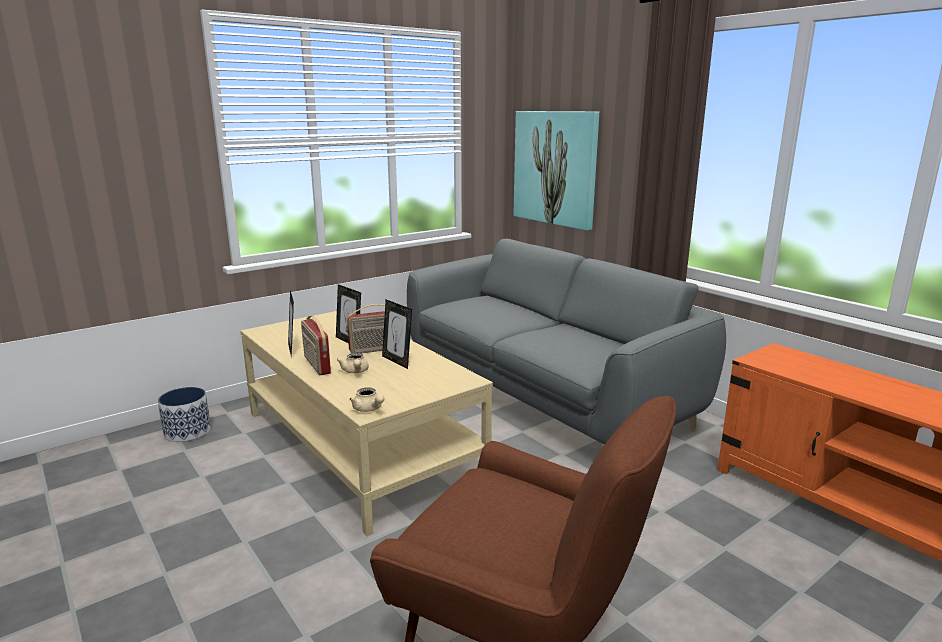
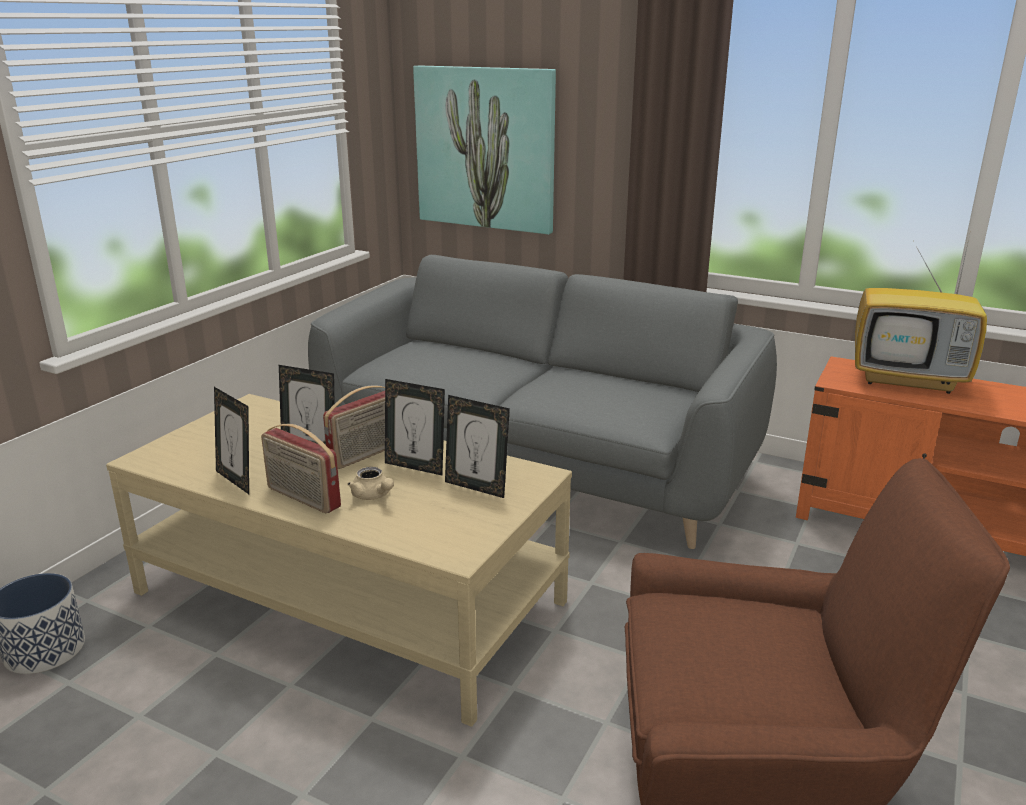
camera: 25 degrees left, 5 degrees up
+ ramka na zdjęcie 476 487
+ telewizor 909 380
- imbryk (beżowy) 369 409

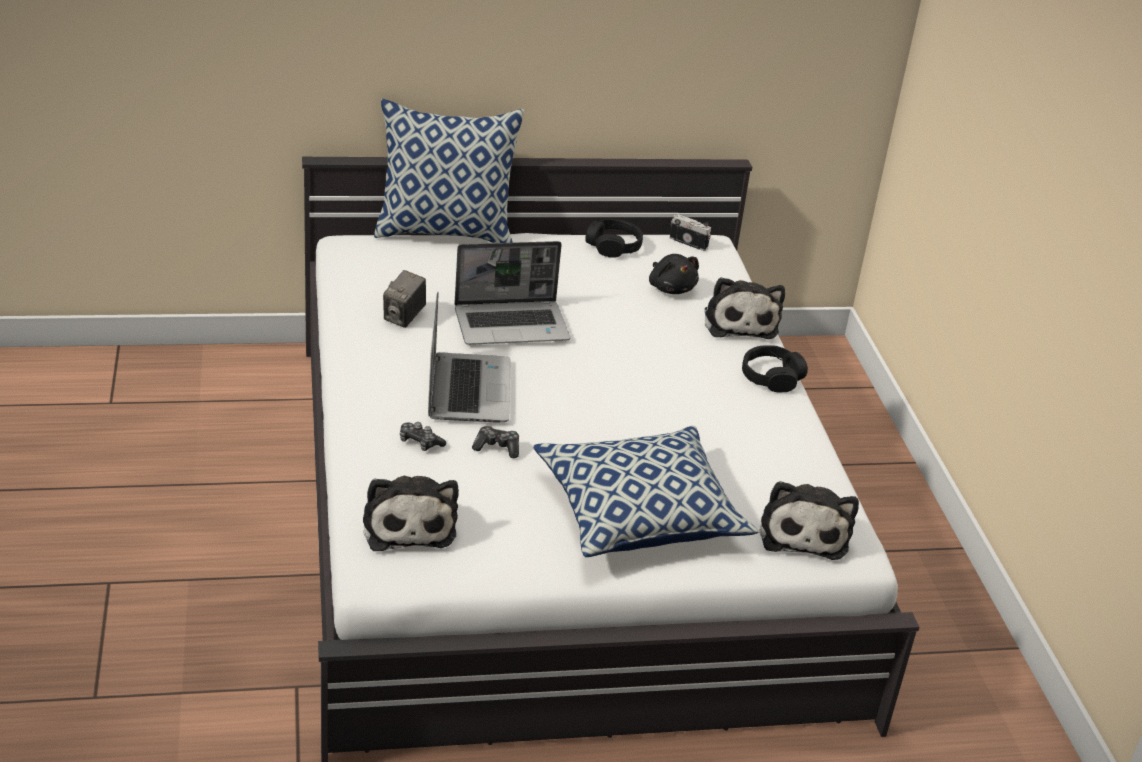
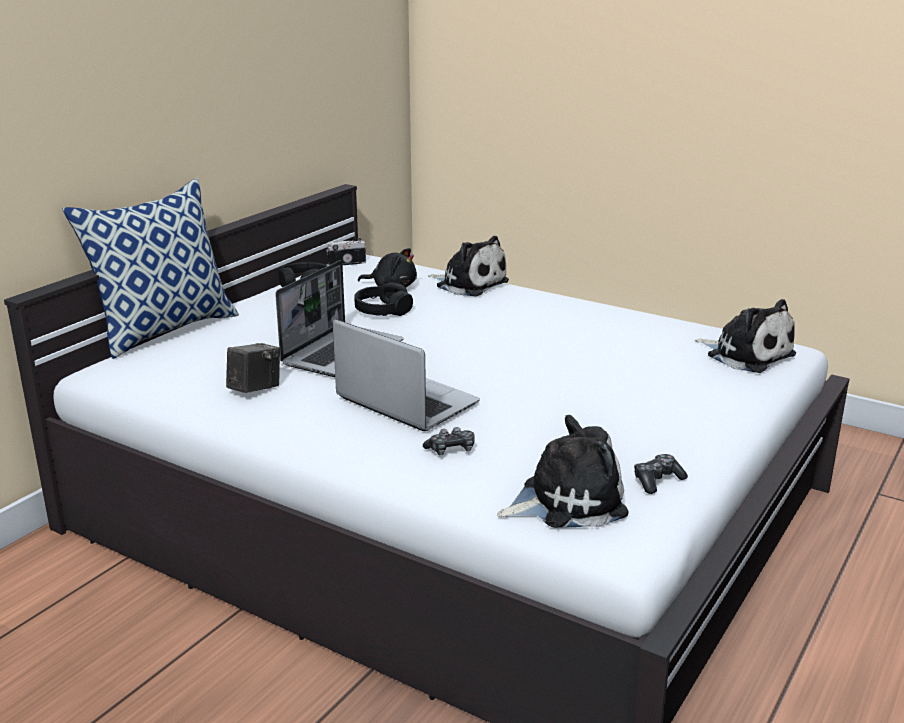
camera: 45 degrees left, 10 degrees down
~ aparat fotograficzny 404 317 = 255 390 120 degrees counterclockwise
~ słuchawki (czarny) 771 377 to 383 310
~ pluszak 408 524 = 566 501 45 degrees counterclockwise
~ pad do gier 497 447 to 657 480
- poduszka 639 513

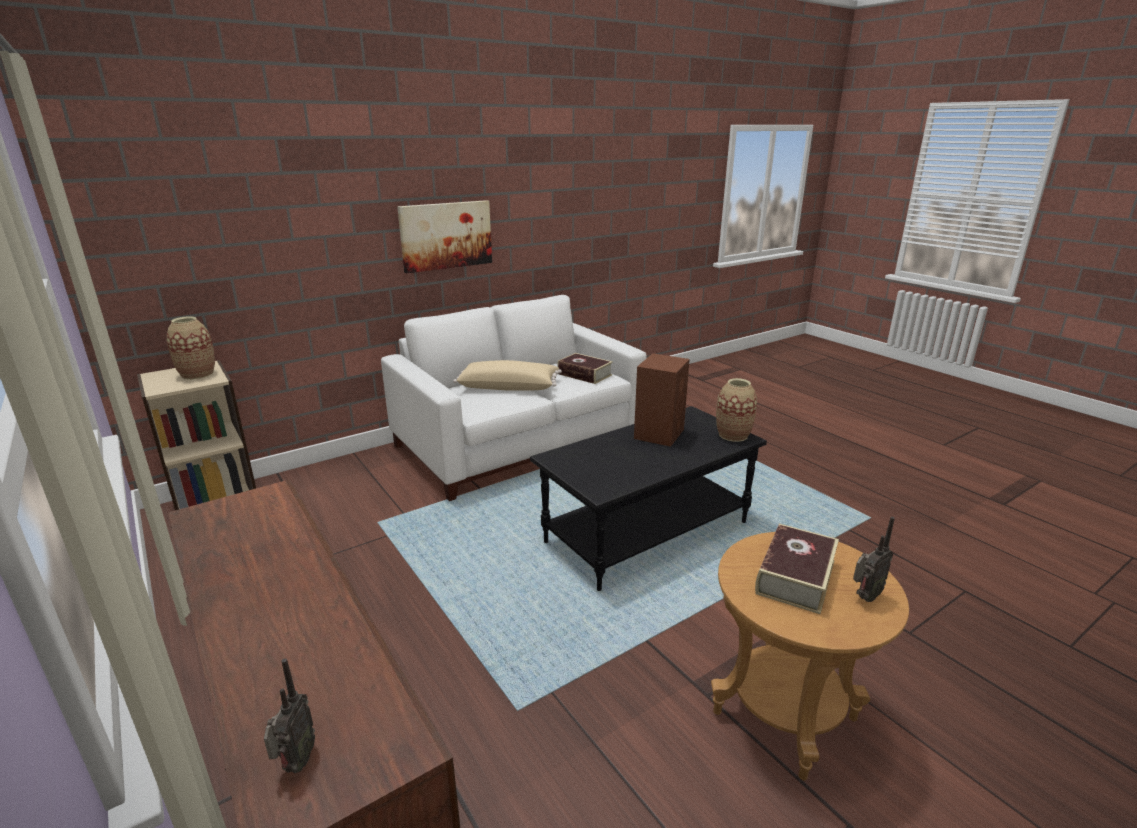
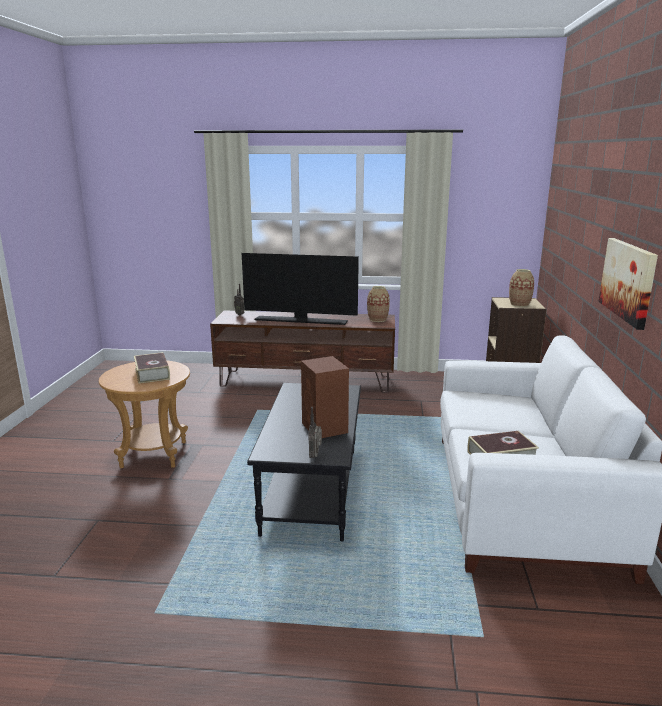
camera: 130 degrees right, 5 degrees down
+ telewizor 301 321
~ radio 864 597 to 315 456
~ wazon 733 435 to 377 319
- poduszka (beżowy) 509 387

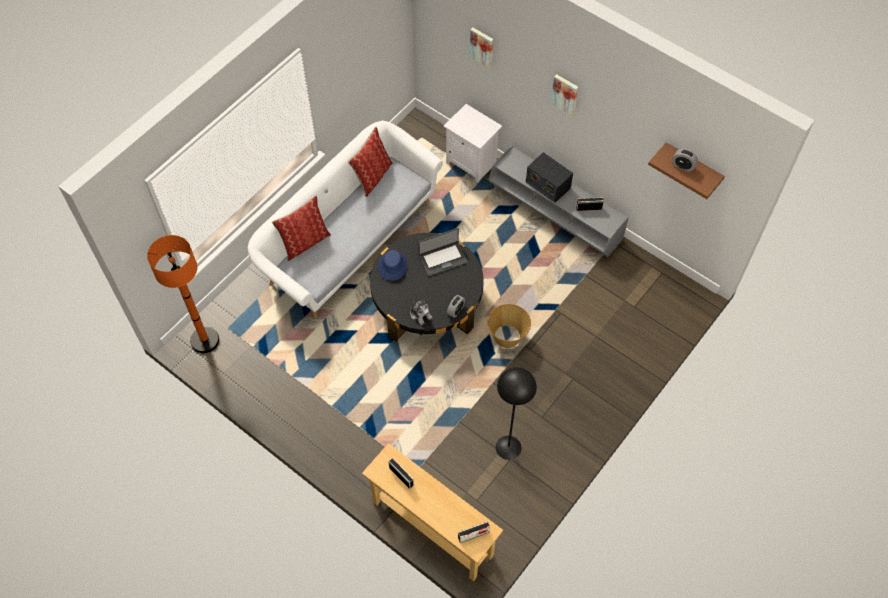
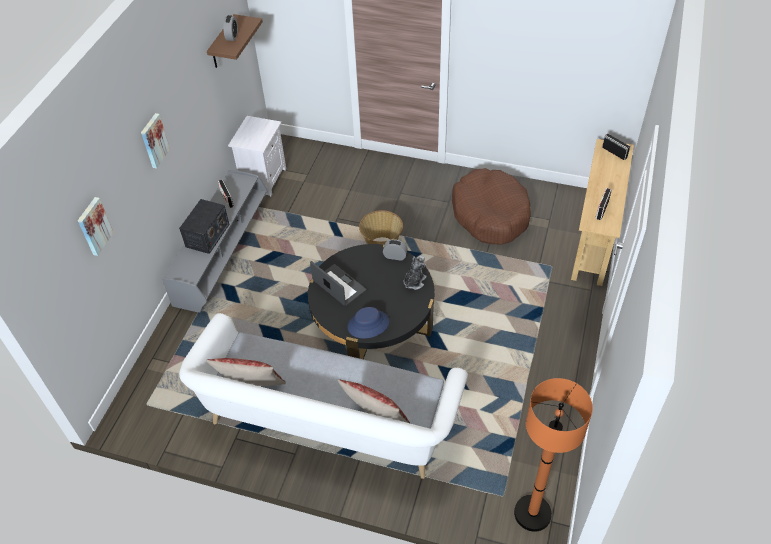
camera: 110 degrees left, 10 degrees down
~ szafka nocna (biały) 472 162 to 263 179
~ lampa stojąca (czarny) 508 447 to legowisko (brązowy) 490 214

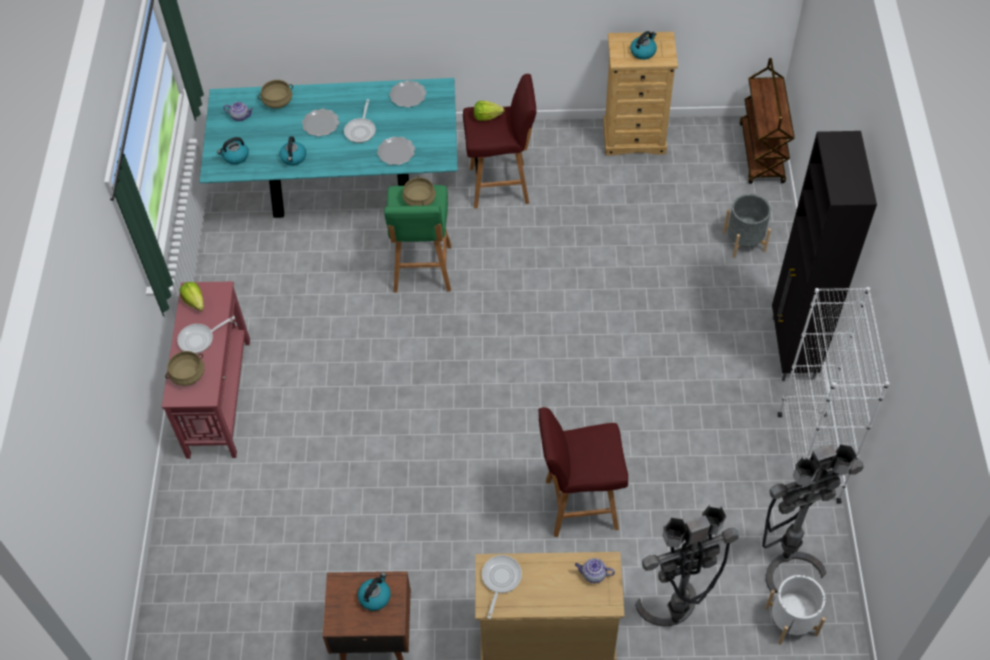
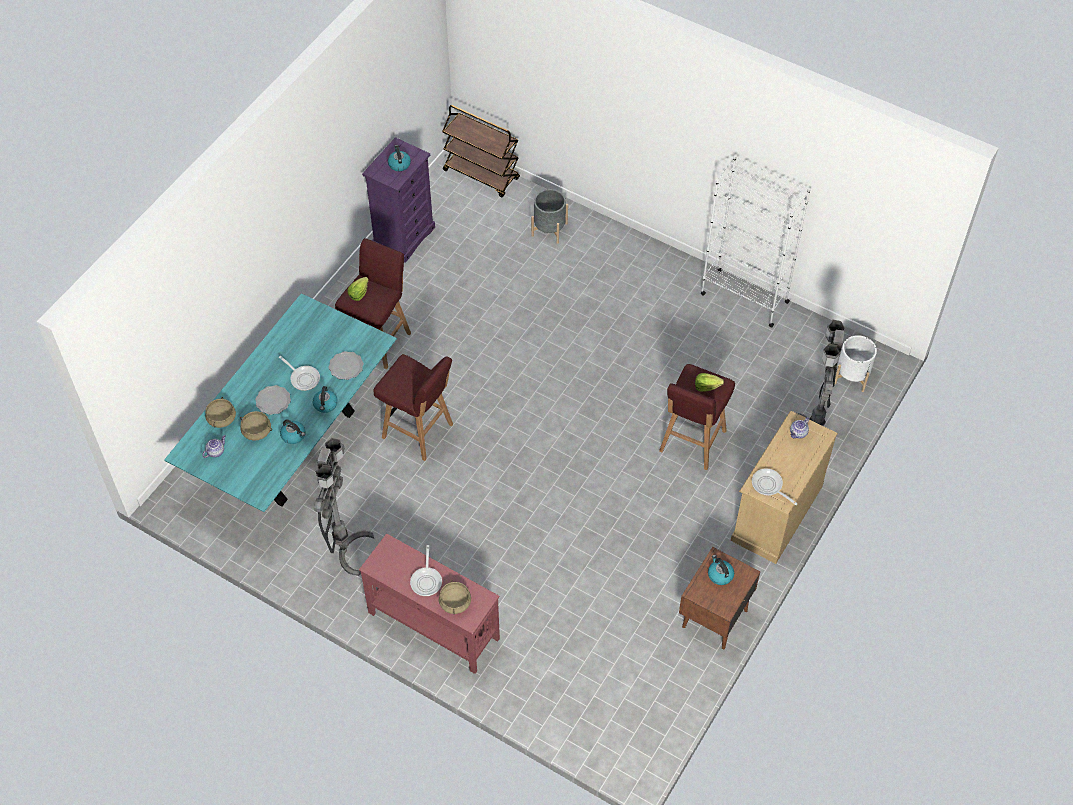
camera: 60 degrees left, 0 degrees up
~ garnek (beżowy) 420 200 to 257 431
~ czajnik 235 157 to 325 405
~ lampa stojąca (szary) 787 561 to 346 550
~ komoda (beżowy) 634 138 to komoda (fioletowy) 403 236
~ stołek (zielony) 422 270 to stołek (czerwony) 419 432
~ sałata 195 301 to 706 387
- talerz 407 95
- szafka (czarny) 792 349

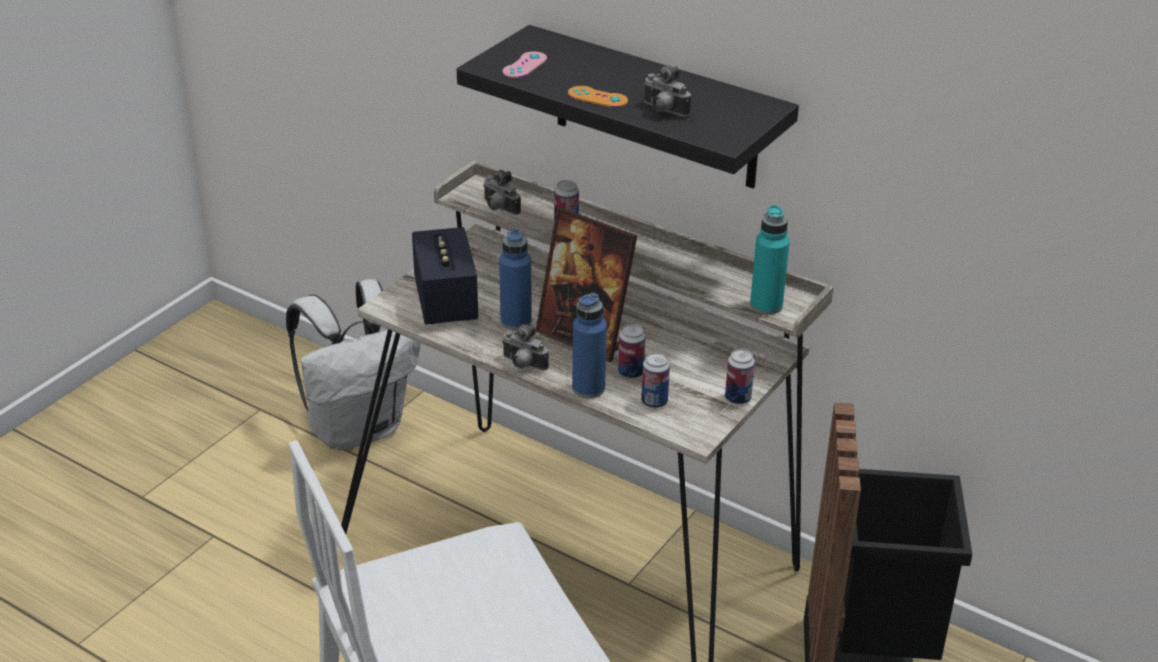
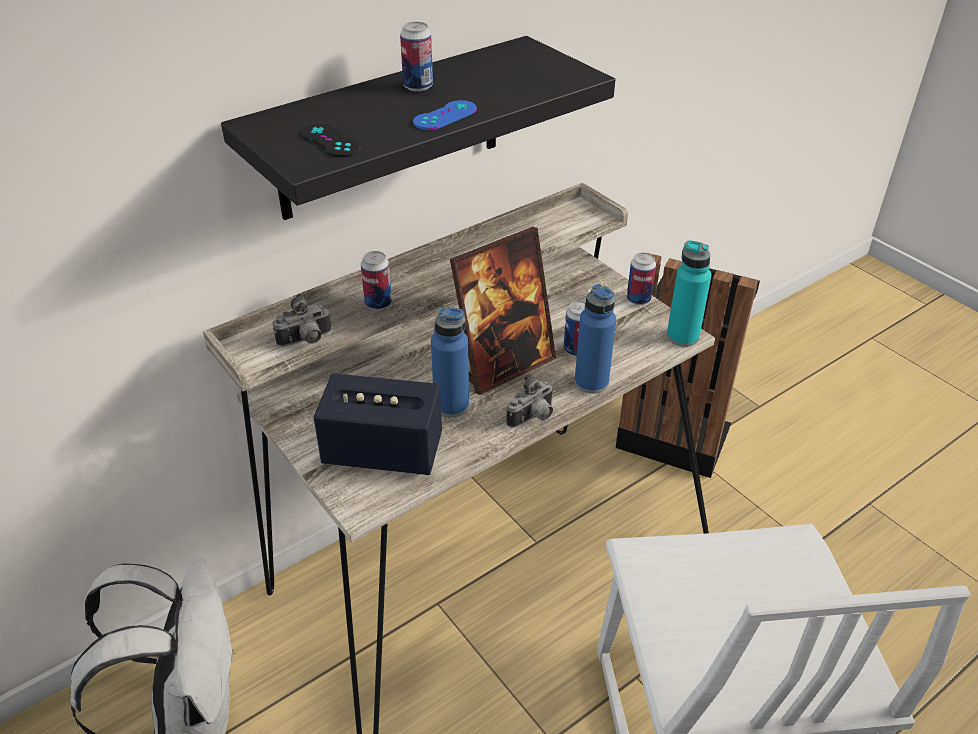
camera: 70 degrees left, 5 degrees up
~ pad do gier (różowy) 524 65 to pad do gier (czarny) 330 141
~ puszka 654 402 to 418 86
~ pad do gier (pomarańczowy) 597 97 to pad do gier (niebieski) 445 116
~ butelka (turkusowy) 766 306 to 682 337
- aparat fotograficzny 663 111

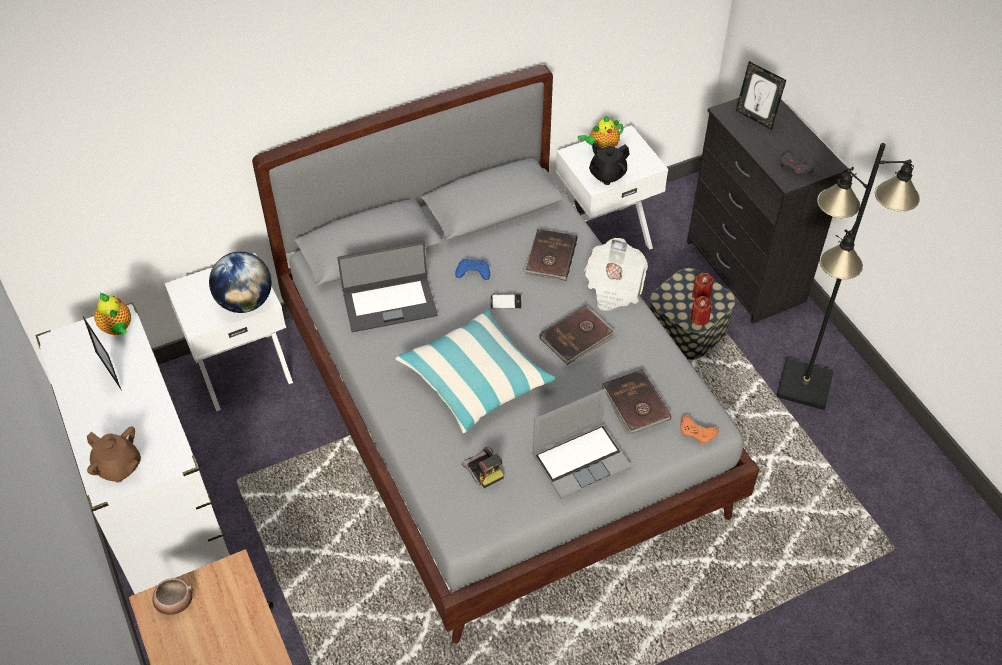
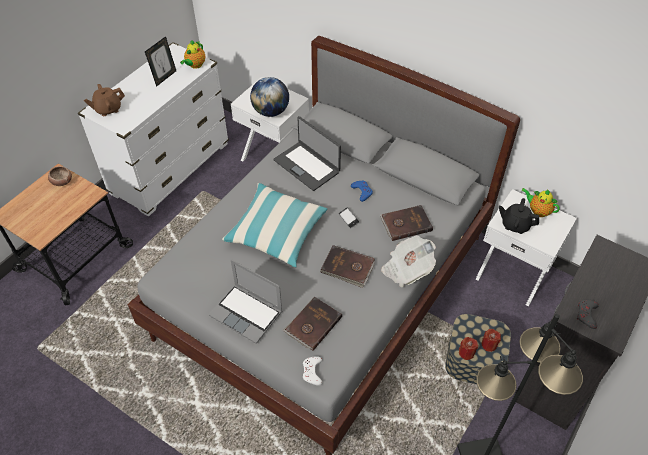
camera: 60 degrees right, 0 degrees up
~ imbryk (brązowy) 119 467 = 108 109 60 degrees clockwise
~ pad do gier (pomarańczowy) 697 432 to pad do gier (biały) 312 372
- aparat fotograficzny 483 468
- ramka na zdjęcie 755 118

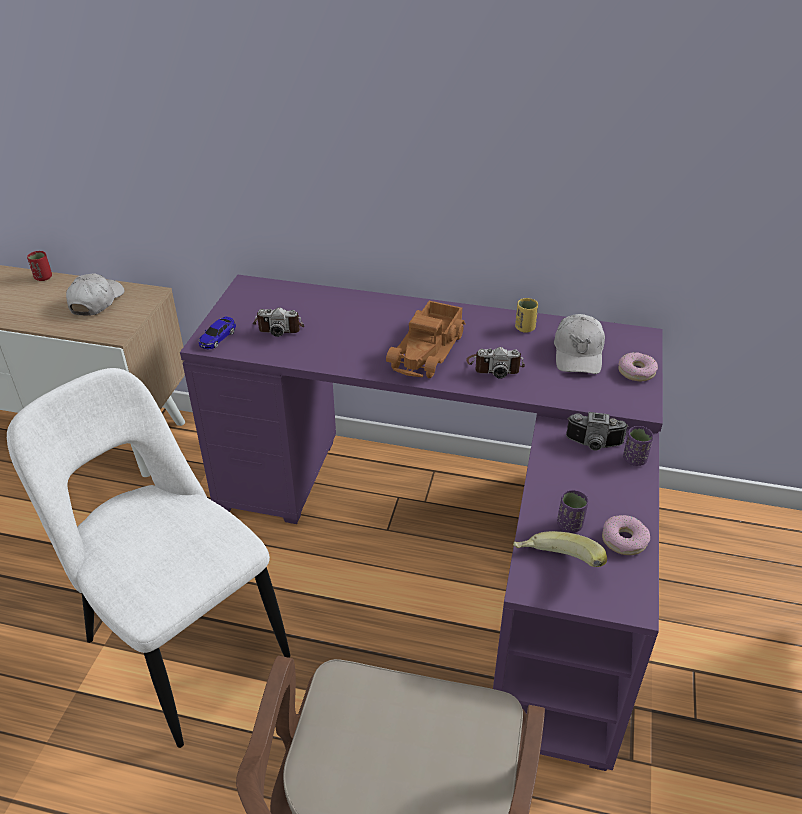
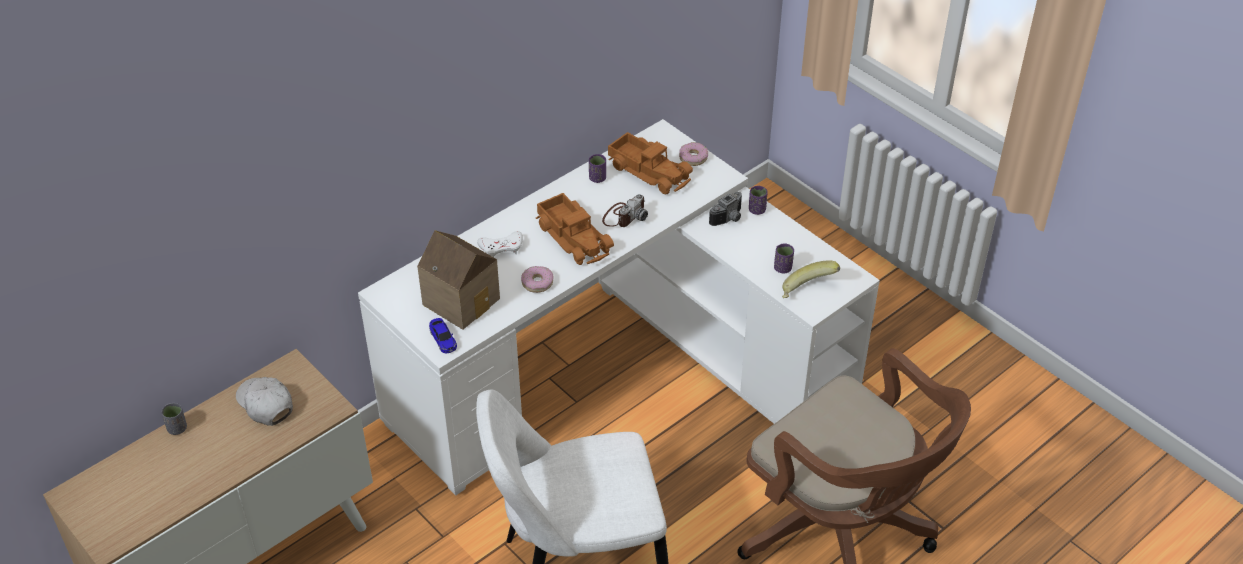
camera: 55 degrees left, 5 degrees up
~ filiżanka (czerwony) 43 277 to filiżanka (szary) 177 428
~ biurko (fioletowy) 454 537 to biurko (biały) 619 368
~ aparat fotograficzny 279 326 to domek 463 299
+ pad do gier (biały) 502 247
~ donut 624 540 to 537 283
~ filiżanka (żółty) 525 328 to filiżanka (fioletowy) 597 178
~ czapka z daszkiem (biały) 578 353 to ciężarówka zabawkowa 649 171

